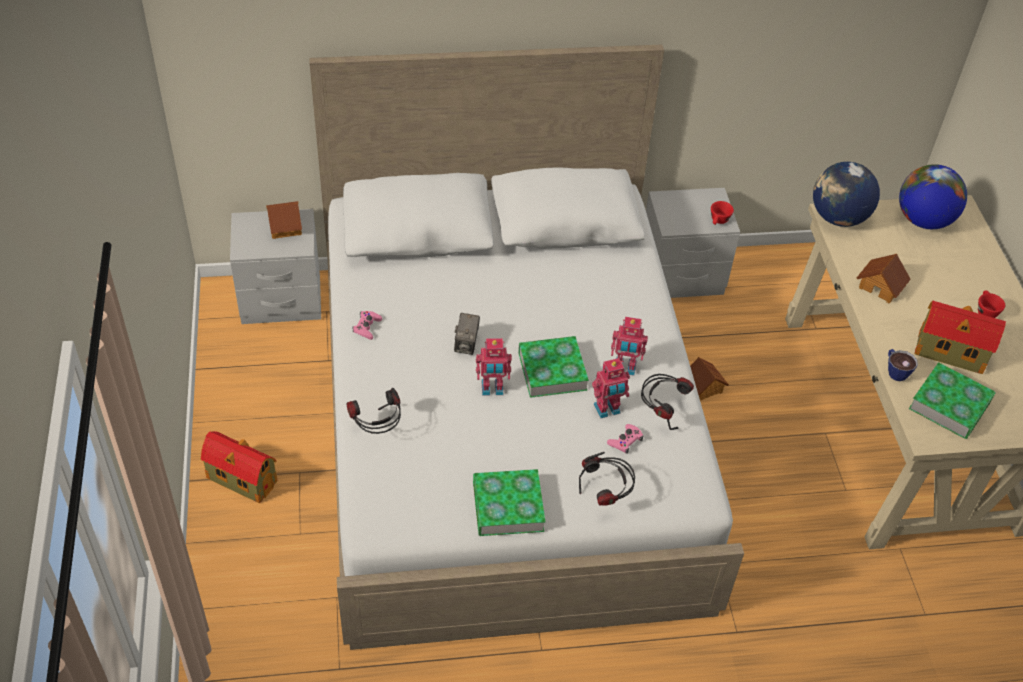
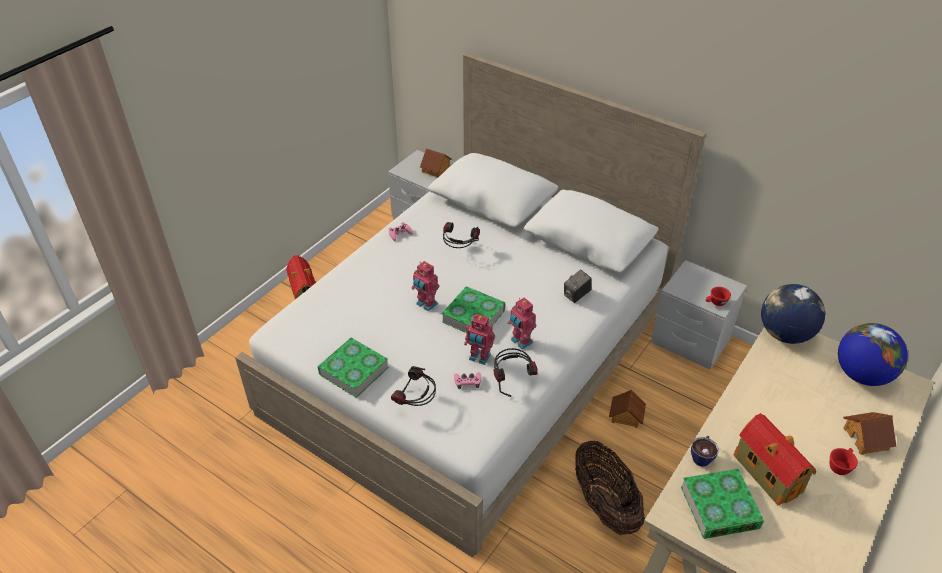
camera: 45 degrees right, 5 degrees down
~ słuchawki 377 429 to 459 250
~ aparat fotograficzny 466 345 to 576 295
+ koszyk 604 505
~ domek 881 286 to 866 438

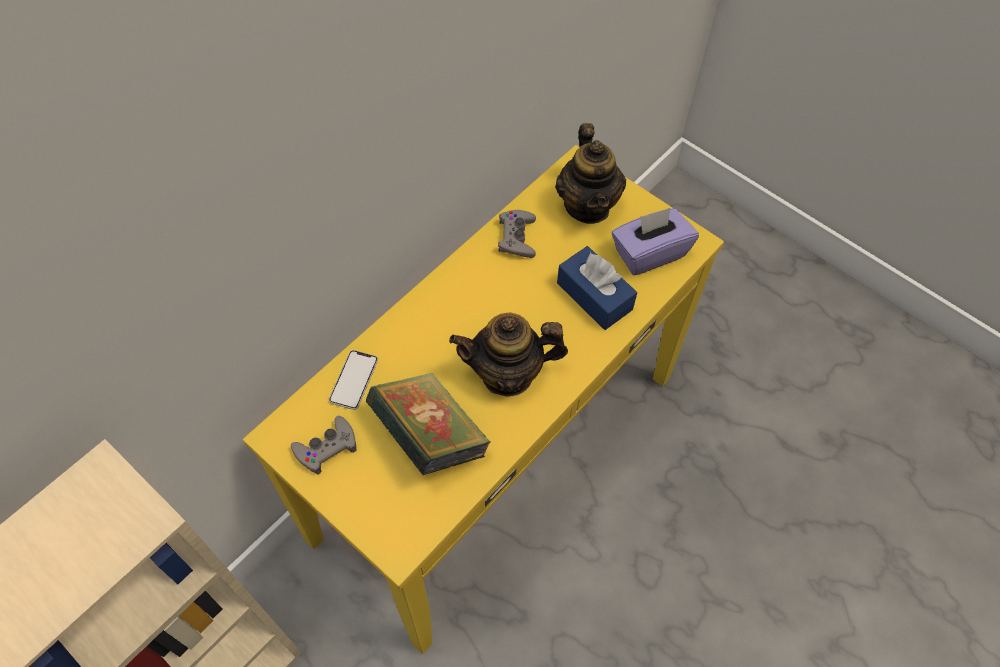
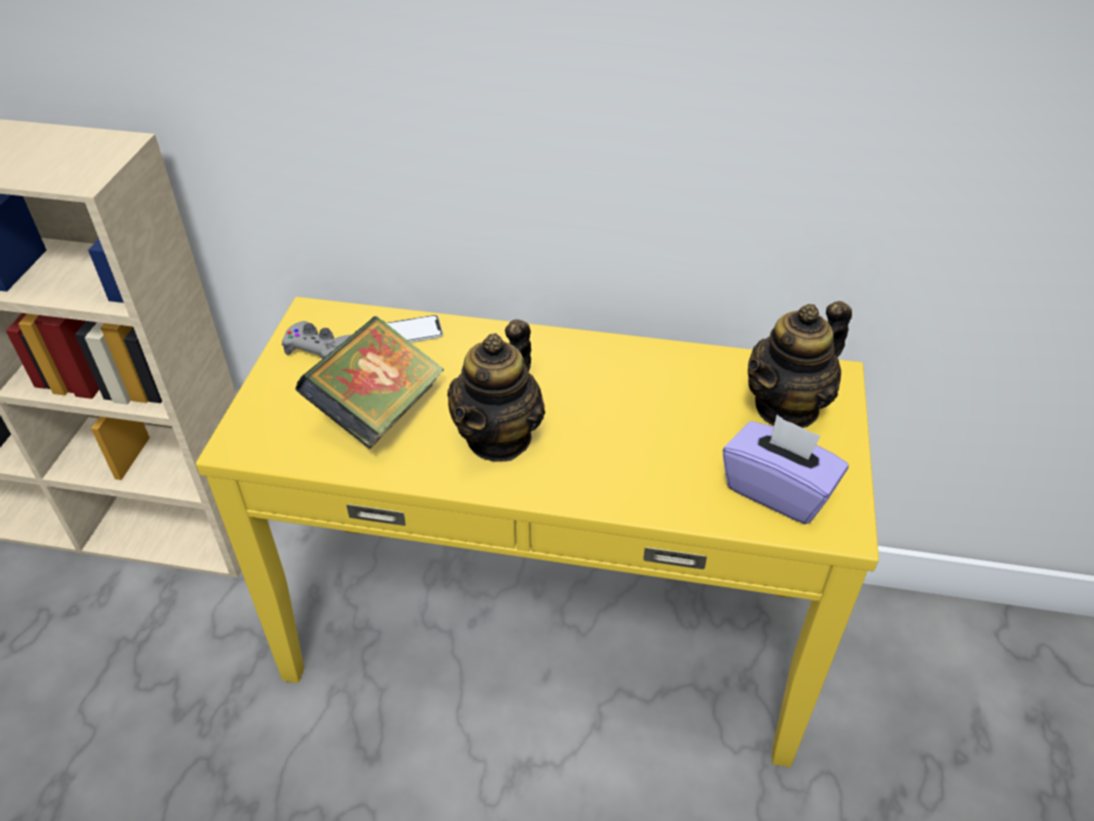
camera: 60 degrees right, 15 degrees down
~ imbryk 508 374 = 499 437 120 degrees counterclockwise
- pad do gier (szary) 517 237
- pudełko chusteczek (niebieski) 594 296

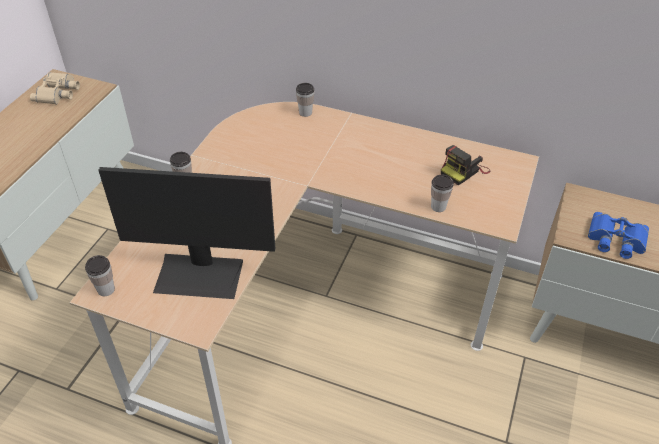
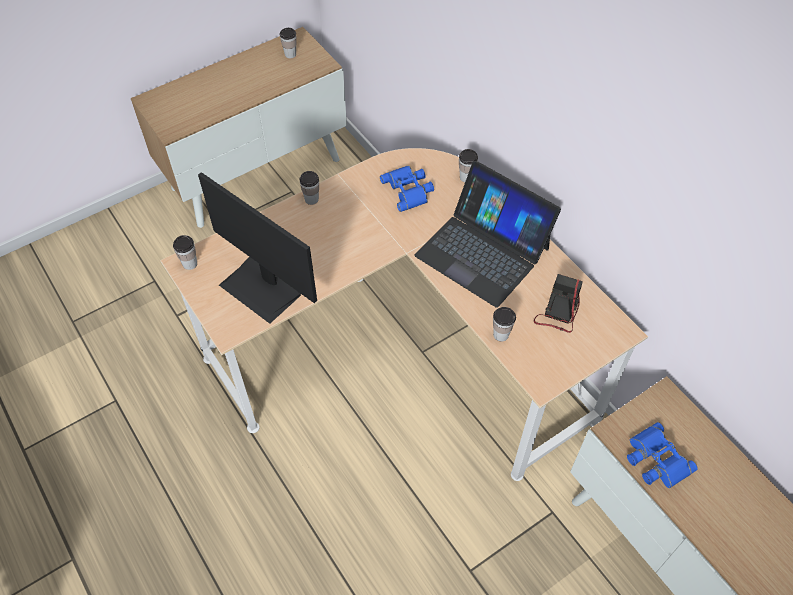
camera: 35 degrees right, 10 degrees up
~ lornetka (beżowy) 58 92 to filiżanka 290 54
+ lornetka (niebieski) 409 190
+ laptop 483 251
~ aparat fotograficzny 464 171 = 558 312 120 degrees clockwise

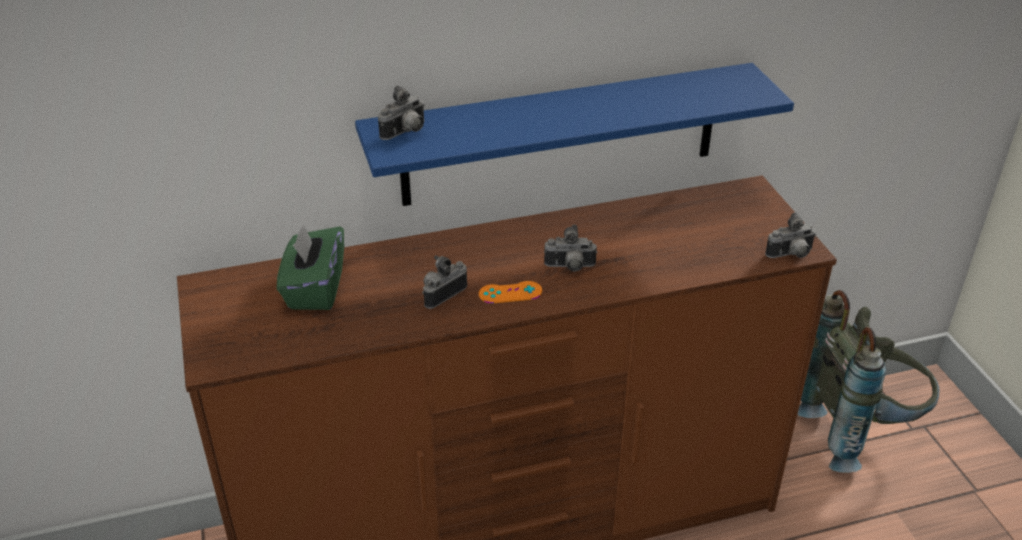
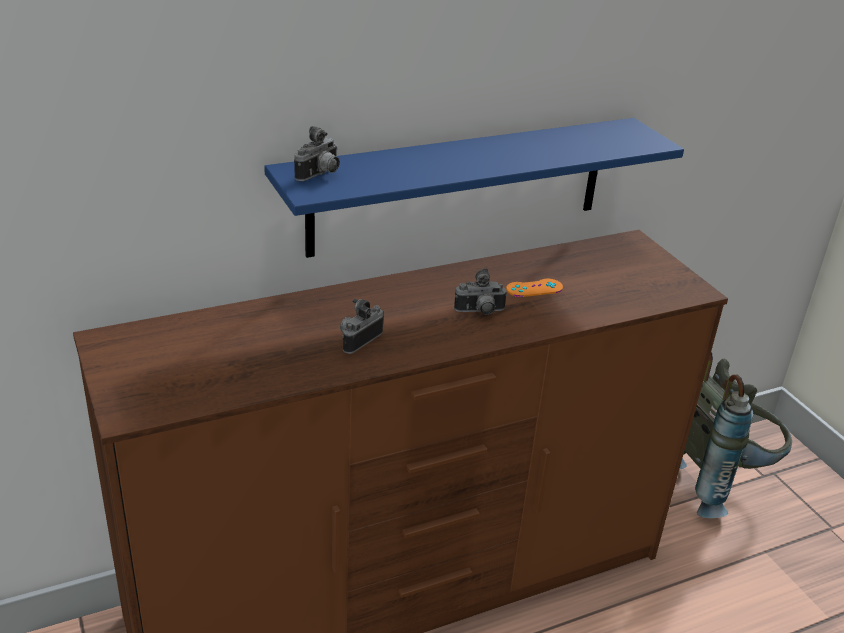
camera: 10 degrees left, 5 degrees down
~ pad do gier (pomarańczowy) 510 293 to 534 288
- pudełko chusteczek (zielony) 315 288
- aparat fotograficzny 791 255

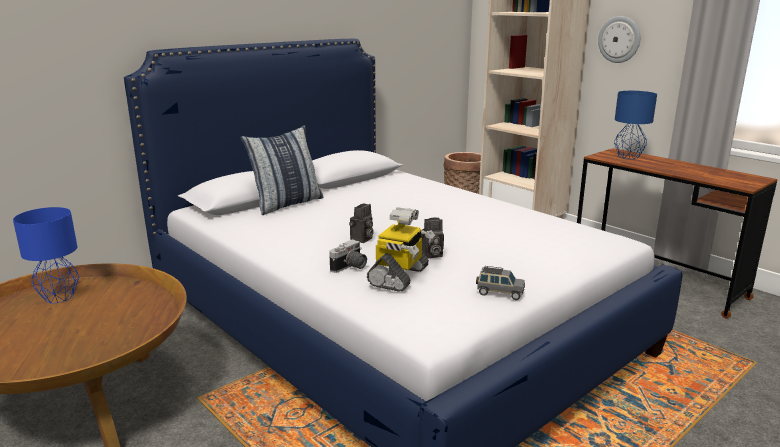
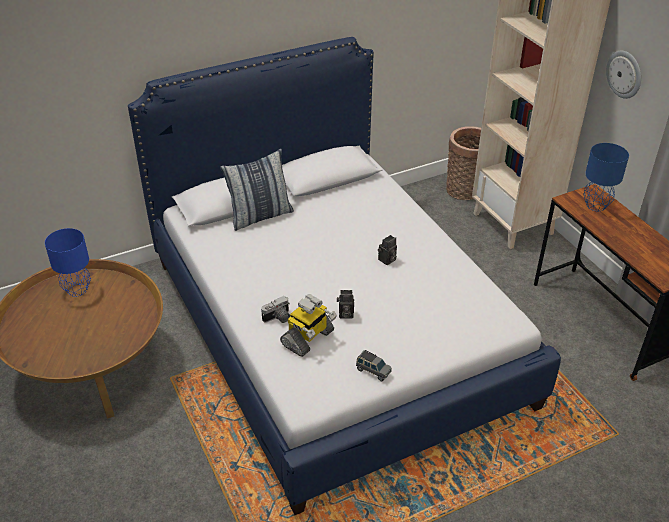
camera: 15 degrees right, 20 degrees up
~ aparat fotograficzny 362 239 to 387 260

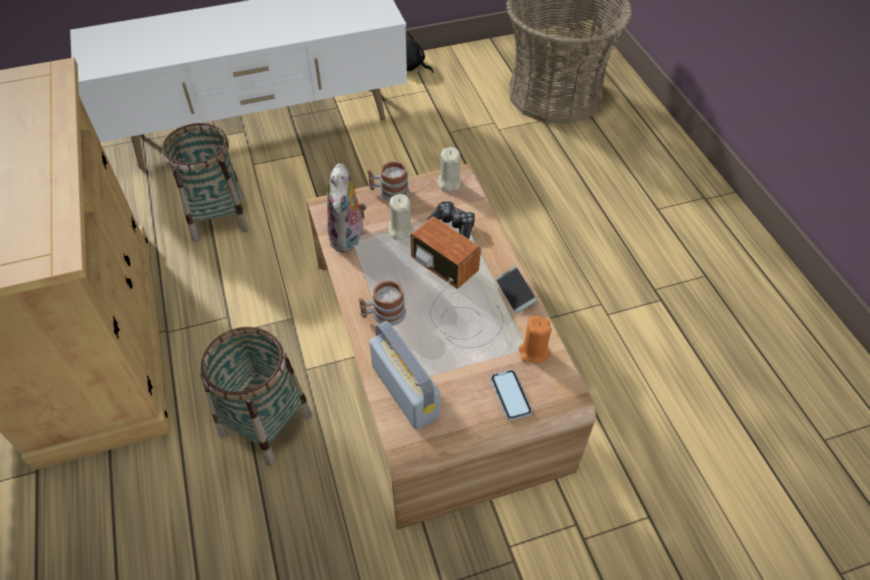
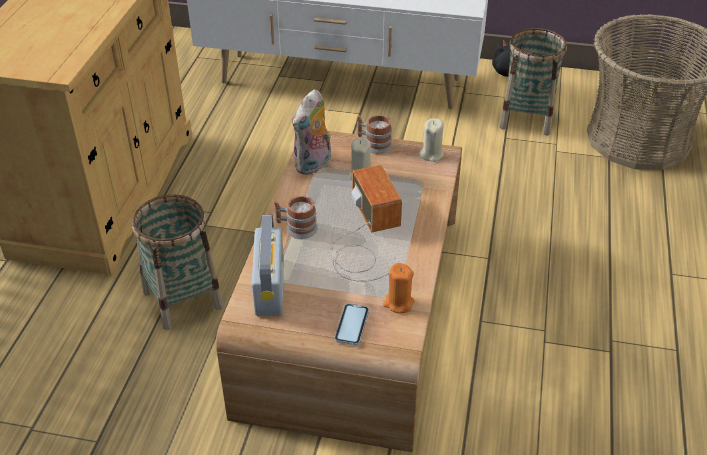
camera: 30 degrees right, 10 degrees down
~ koszyk 218 217 to 526 118
- pad do gier 453 225
- telefon 515 293

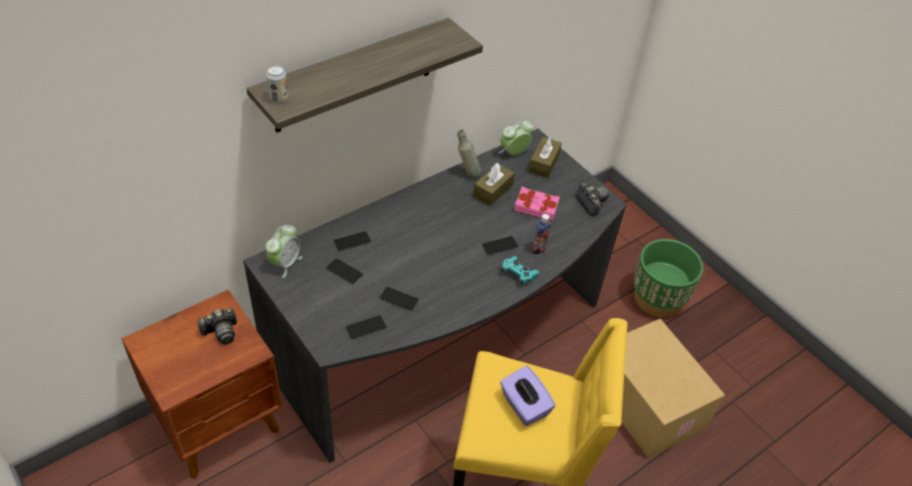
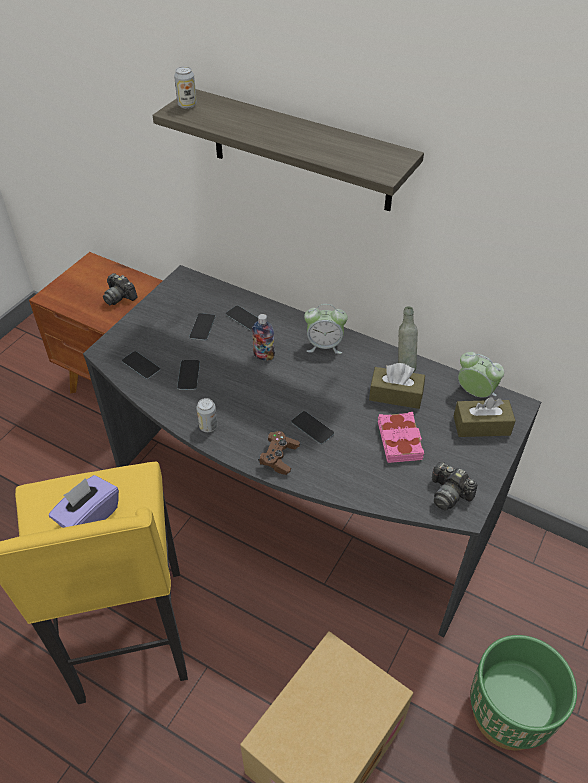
camera: 70 degrees right, 0 degrees up
+ puszka 208 426
~ butelka 539 249 to 264 356
~ pad do gier (turkusowy) 518 274 to pad do gier (brązowy) 279 457
~ budzik 285 263 to 324 345
~ aparat fotograficzny 591 203 = 449 494 90 degrees clockwise

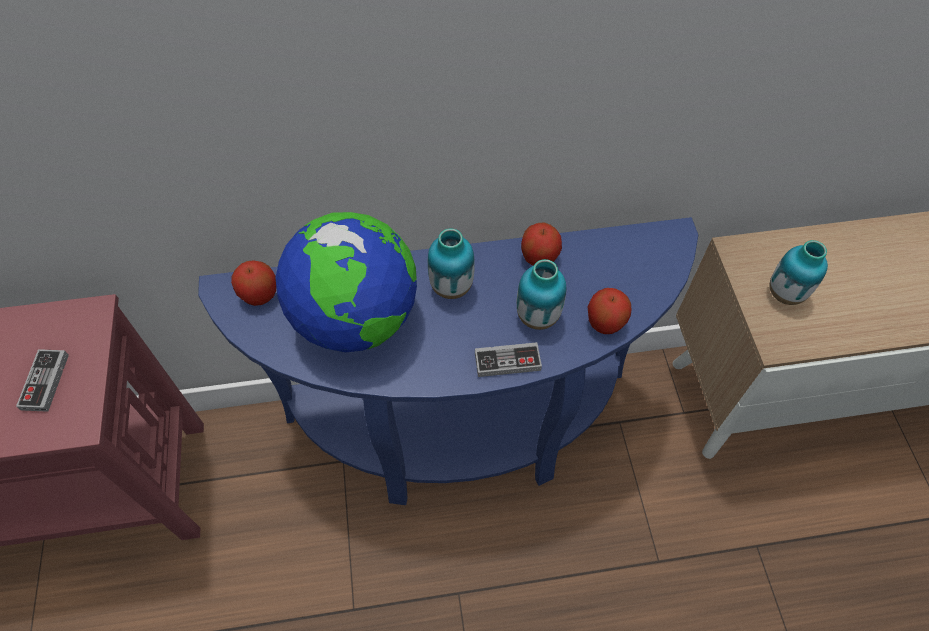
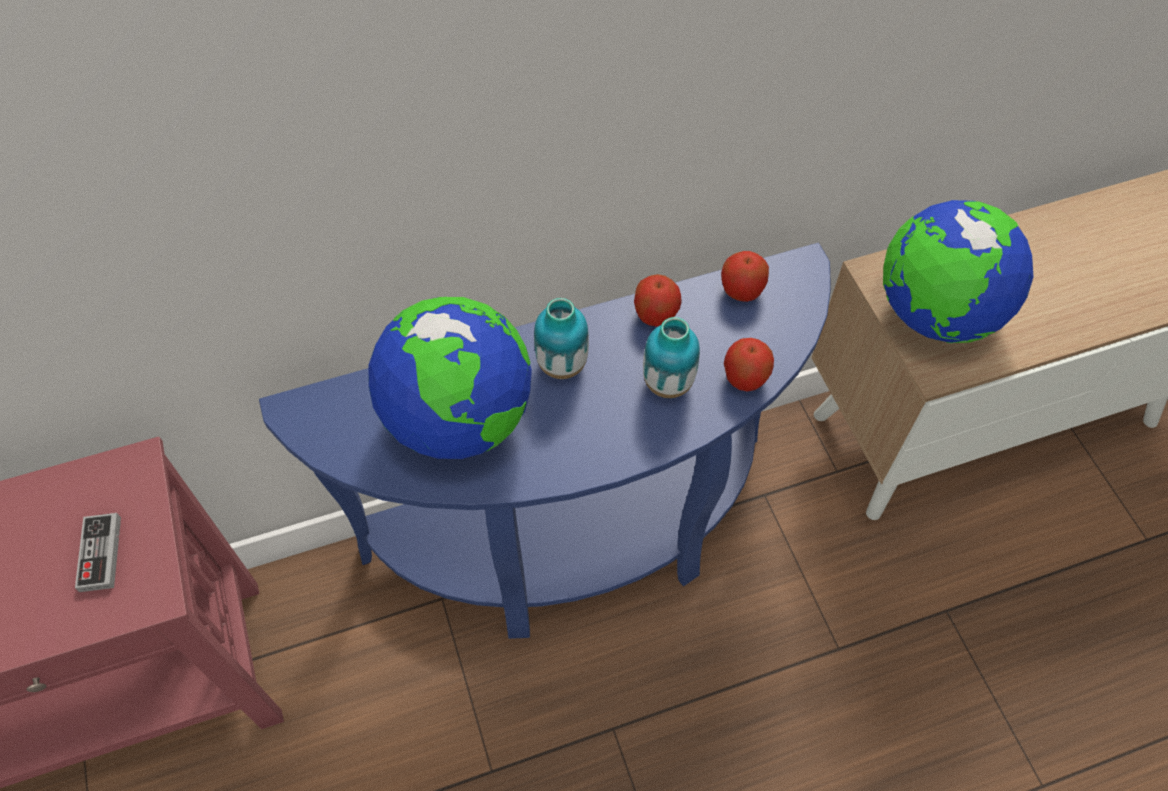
camera: 10 degrees left, 0 degrees up
~ jabłko 259 295 to 741 291
~ wazon 785 294 to globus 935 314
- pad do gier 507 361

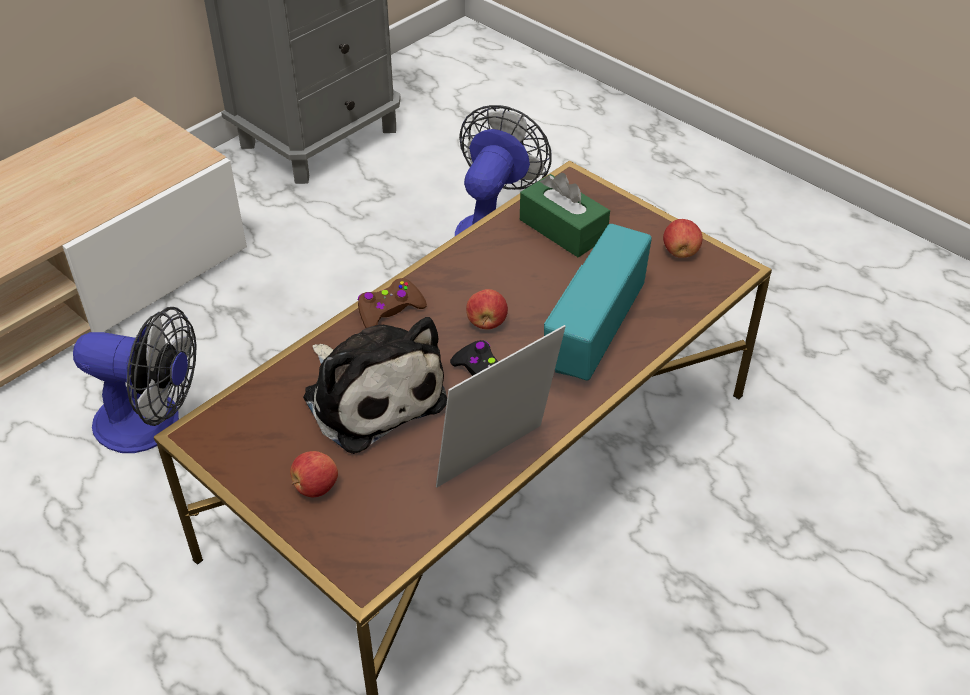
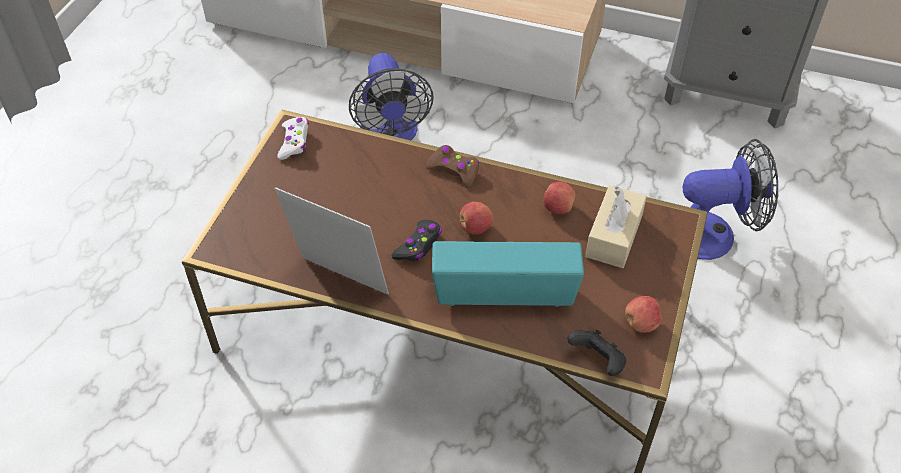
camera: 65 degrees right, 5 degrees up
+ pad do gier (biały) 294 142
~ jabłko 315 487 to 557 208
+ pad do gier (czarny) 597 361
~ pudełko chusteczek (zielony) 563 229 to pudełko chusteczek (beżowy) 614 236
- pluszak 371 395

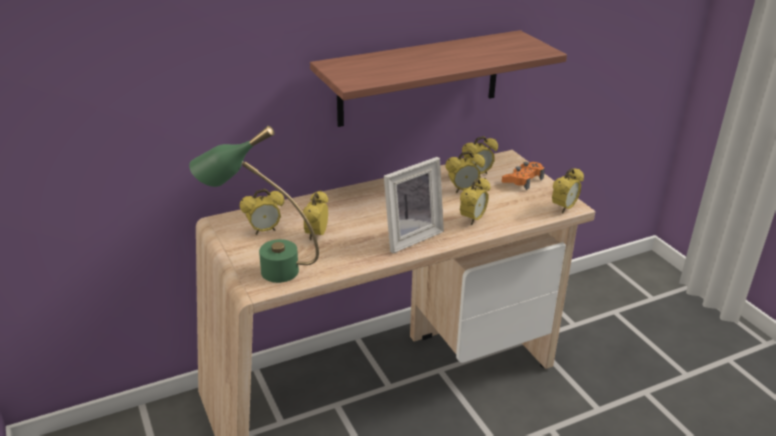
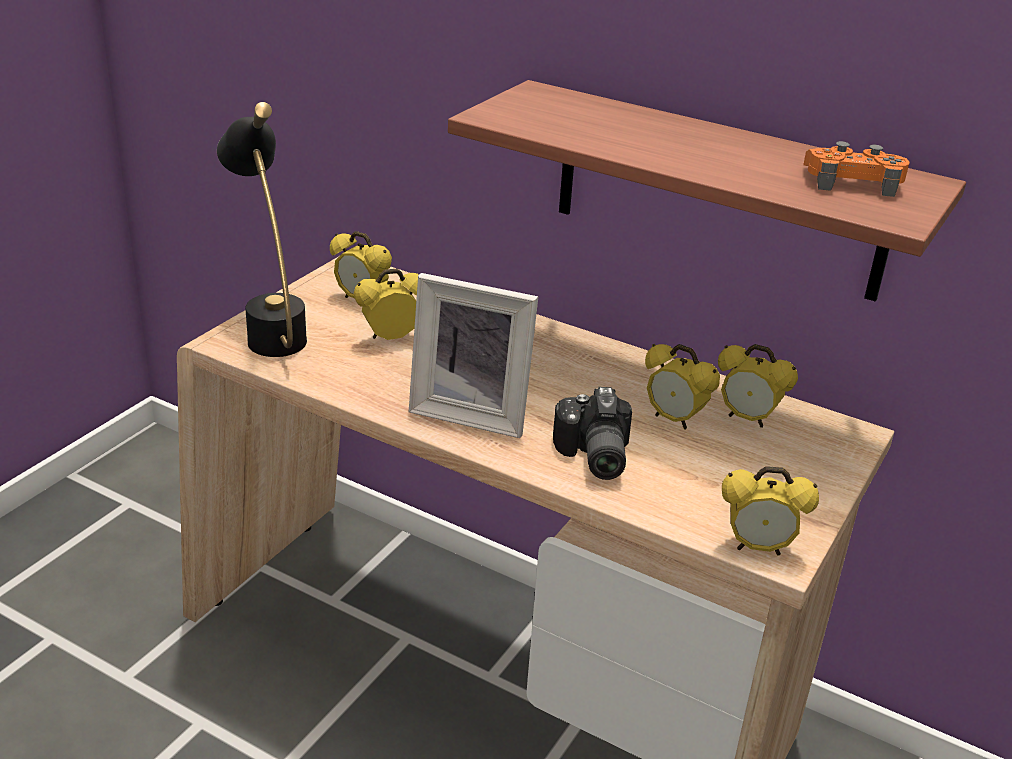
camera: 55 degrees right, 0 degrees up
~ lampa stołowa (zielony) 261 269 to lampa stołowa (czarny) 270 328
~ budzik 473 220 to aparat fotograficzny 591 456
~ pad do gier (pomarańczowy) 523 180 to 852 182

